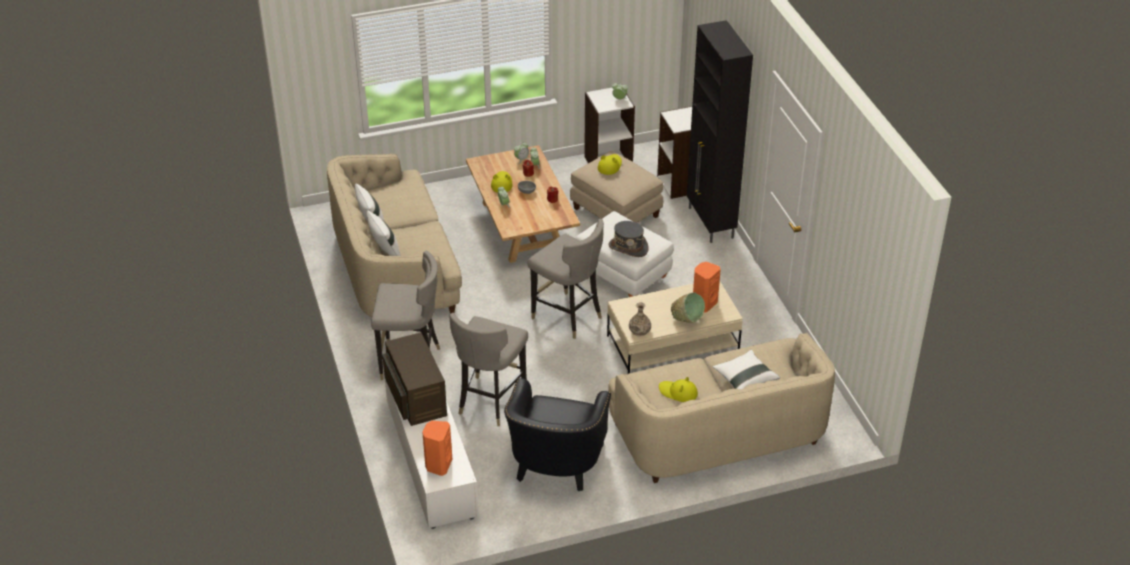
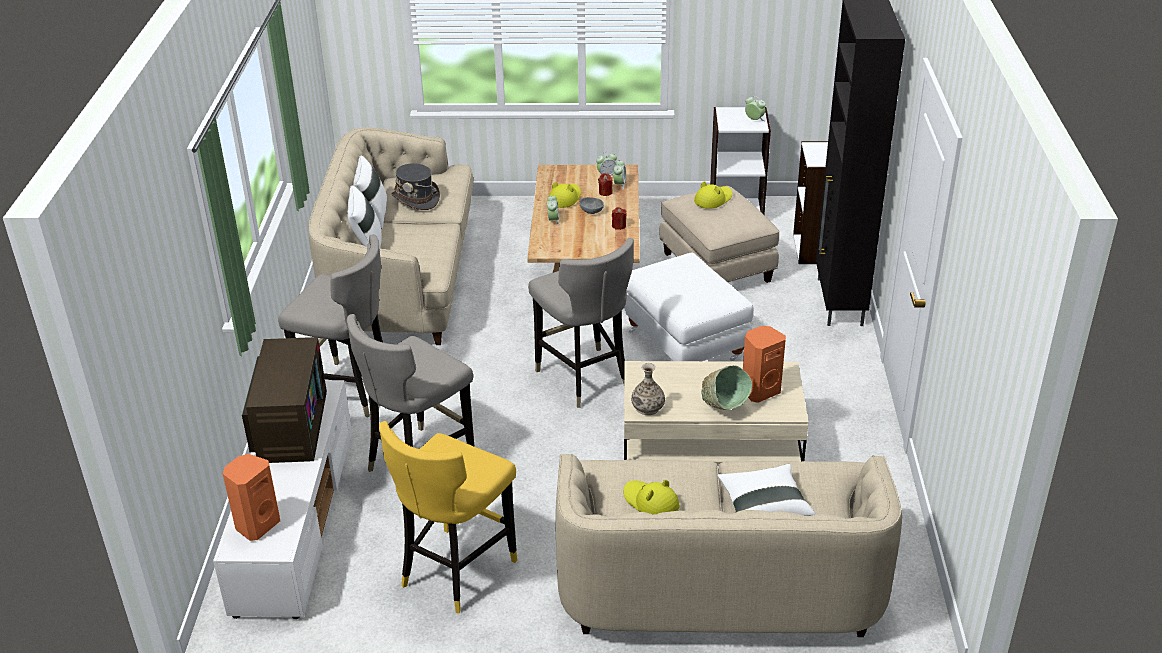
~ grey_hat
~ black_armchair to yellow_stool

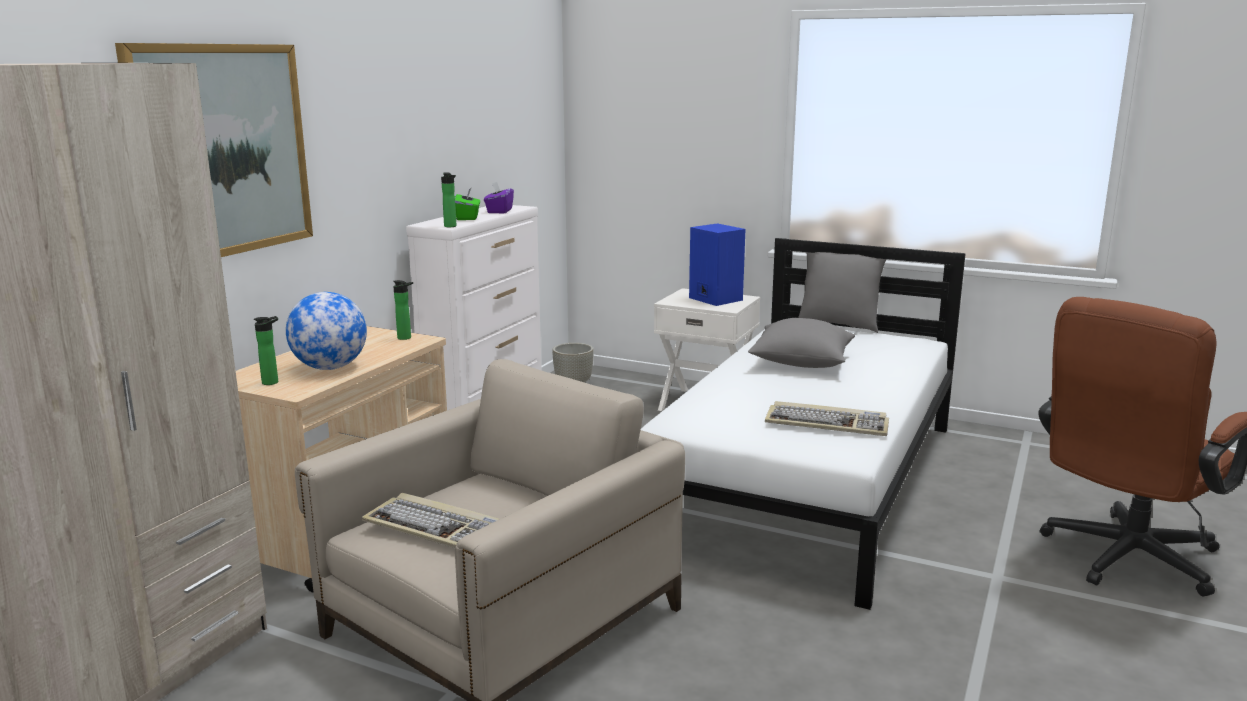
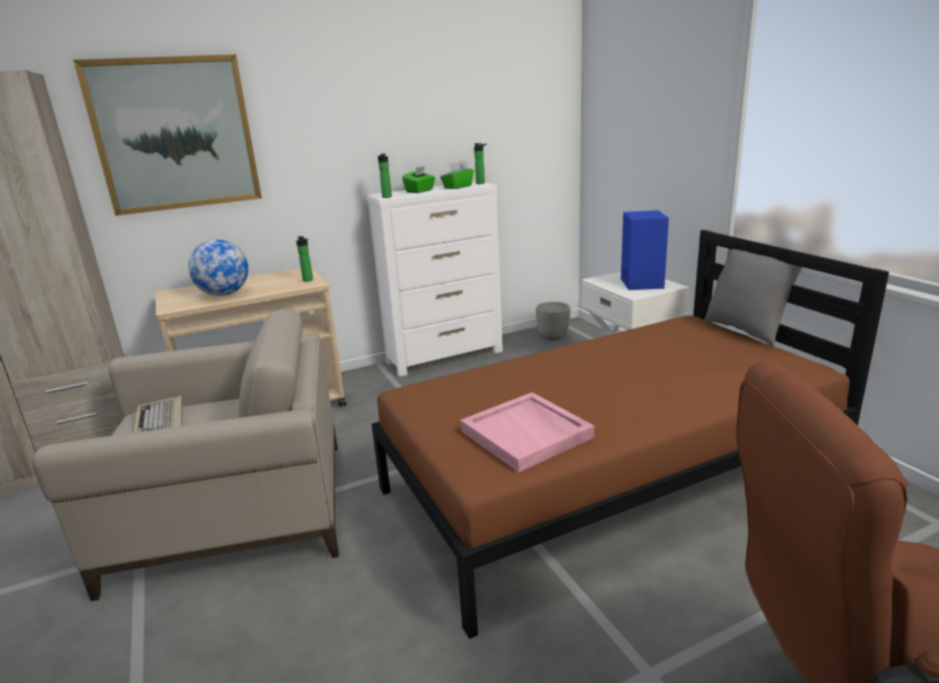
~ purple_tissue_box to green_tissue_box (no. 2 from left)
~ white_bed to brown_bed
~ bottle (no. 1 from left in the first image) to bottle (no. 3 from left)
- grey_pillow (no. 1 from left)
~ keyboard (no. 2 from left) to pink_tray

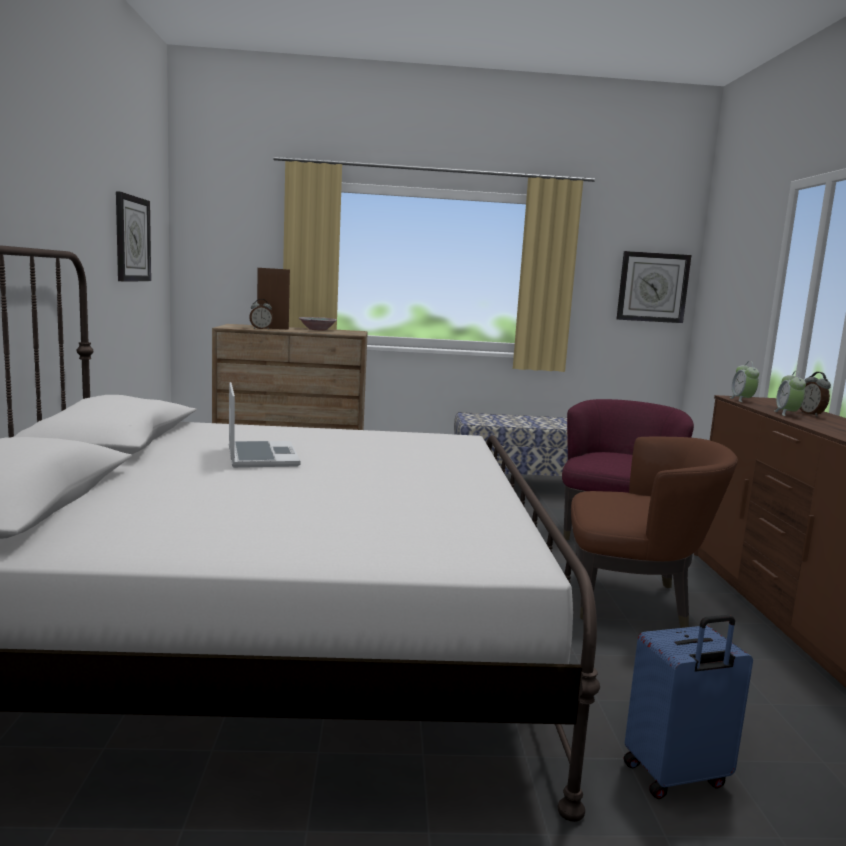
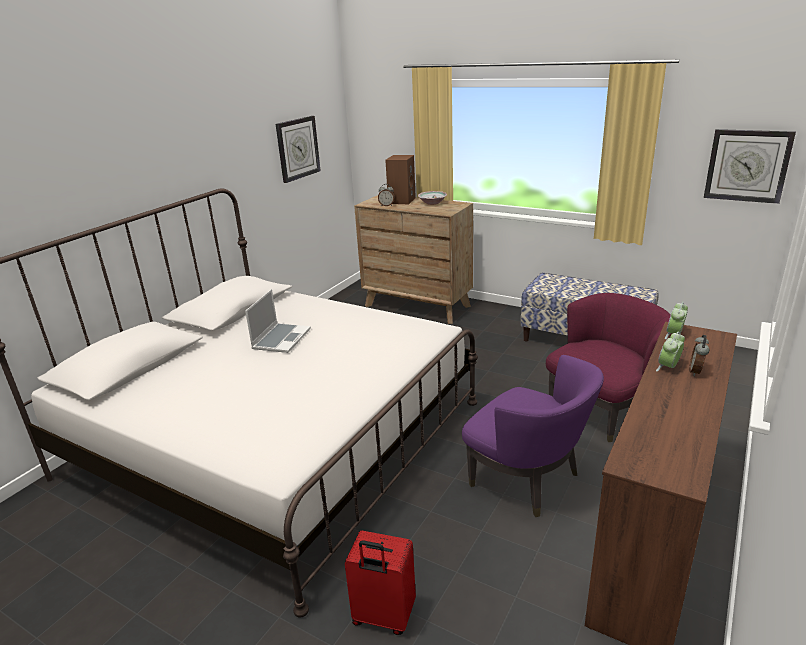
~ brown_armchair to purple_armchair (no. 1 from left)
~ blue_suitcase to red_suitcase

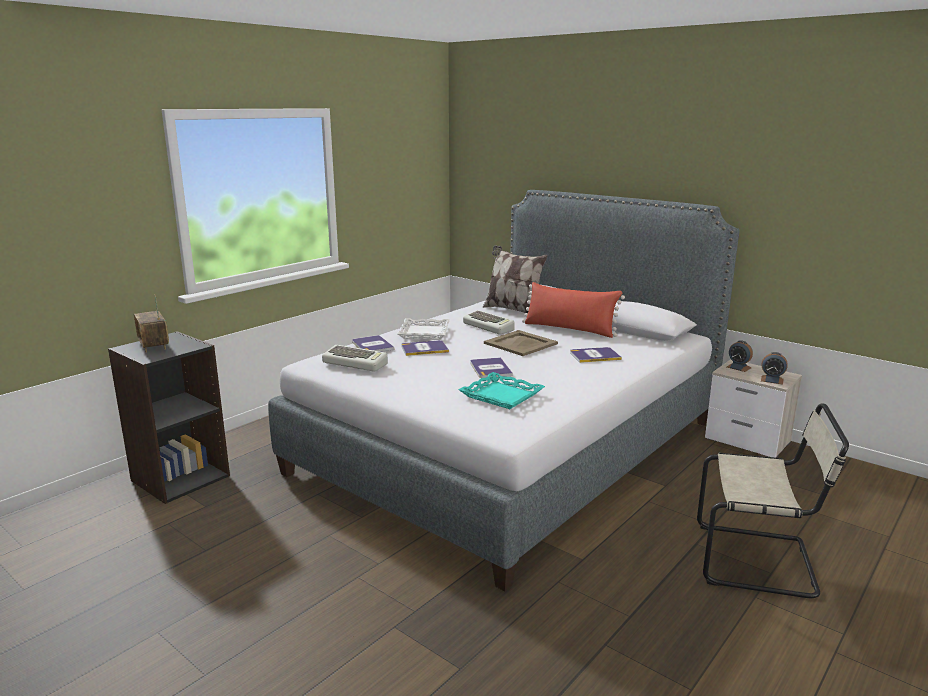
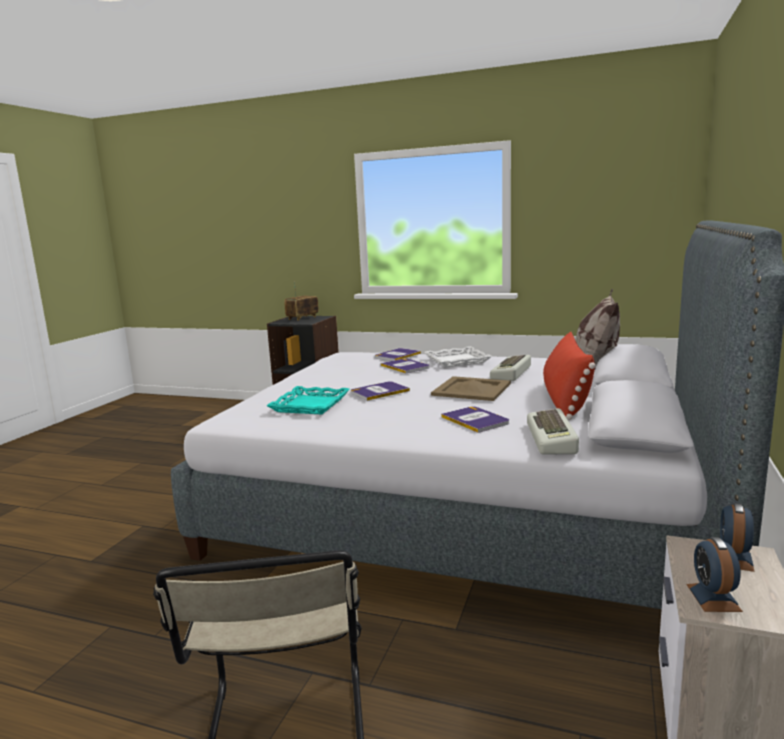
~ keyboard (no. 1 from left in the first image) to keyboard (no. 2 from left)

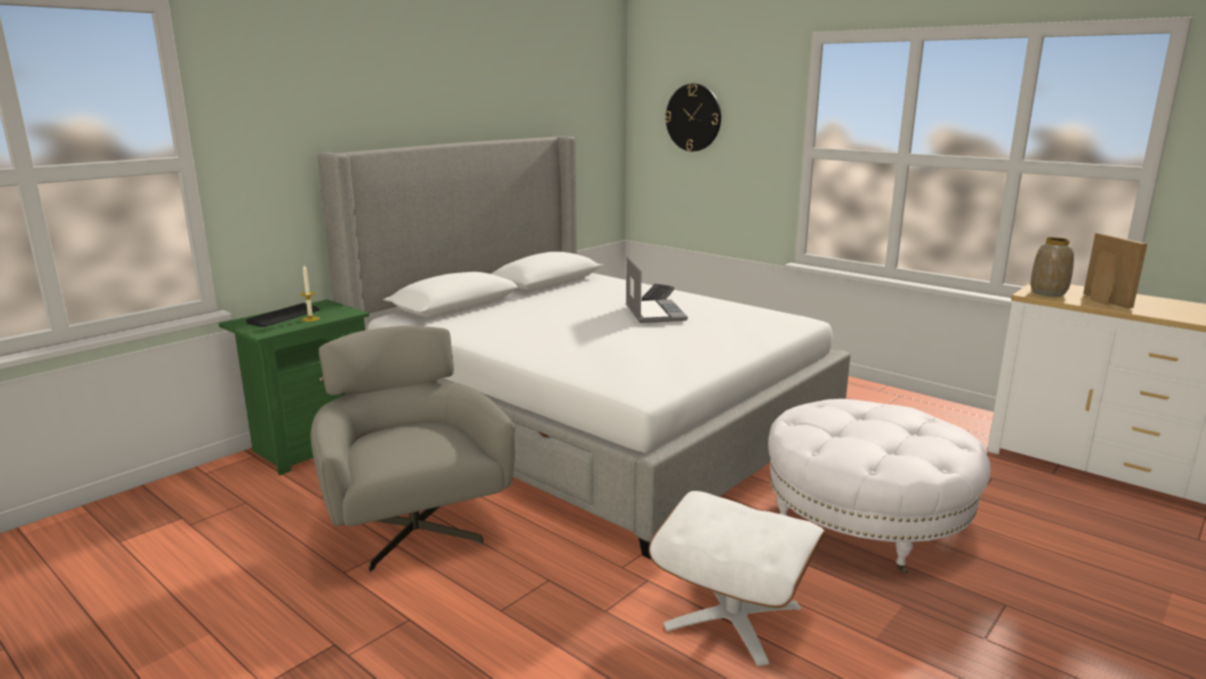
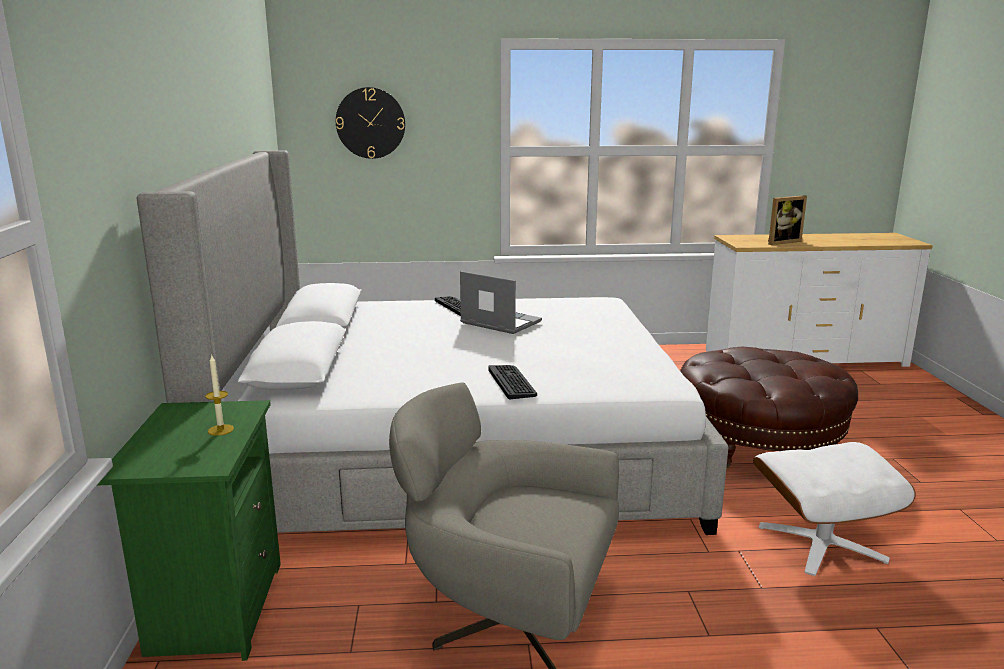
~ picture_frame 120 degrees clockwise
- vase
~ keyboard (no. 1 from left in the first image) to keyboard (no. 2 from left)
~ white_ottoman (no. 2 from left) to brown_ottoman

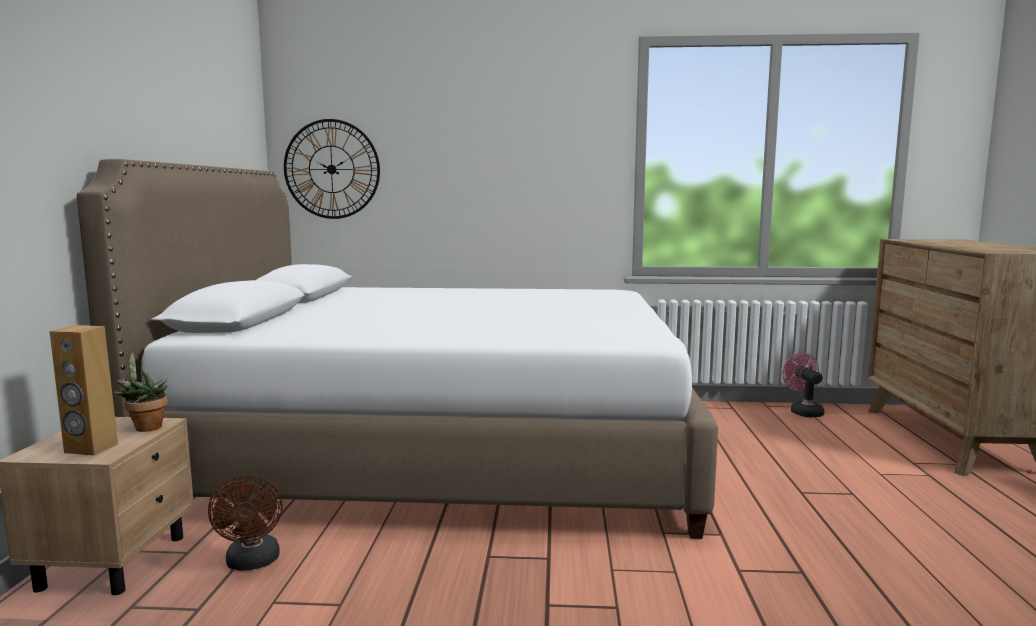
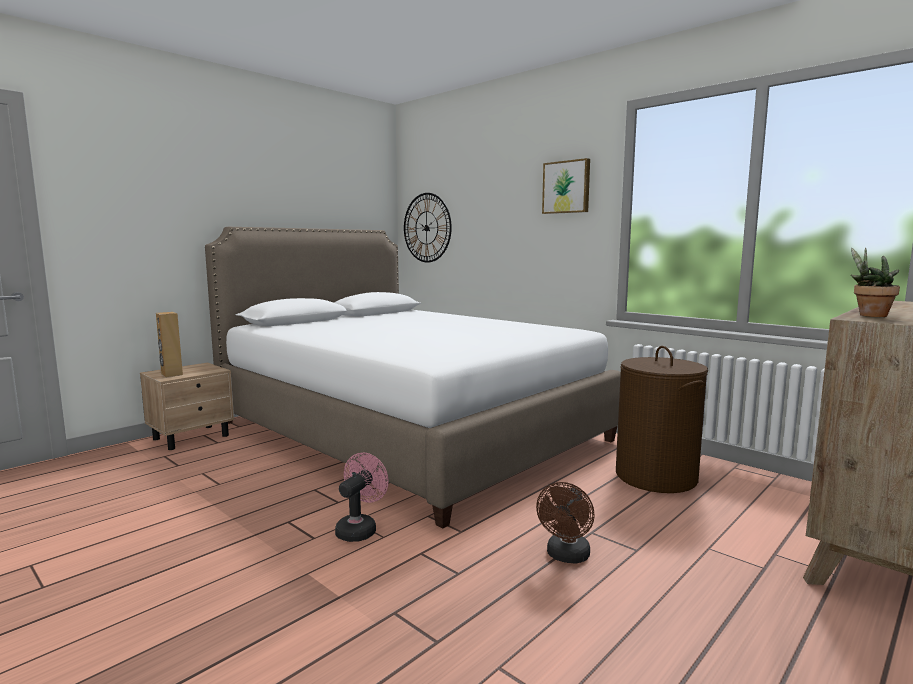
~ potted_plant
~ pink_fan
~ brown_fan
+ picture
+ brown_laundry_basket

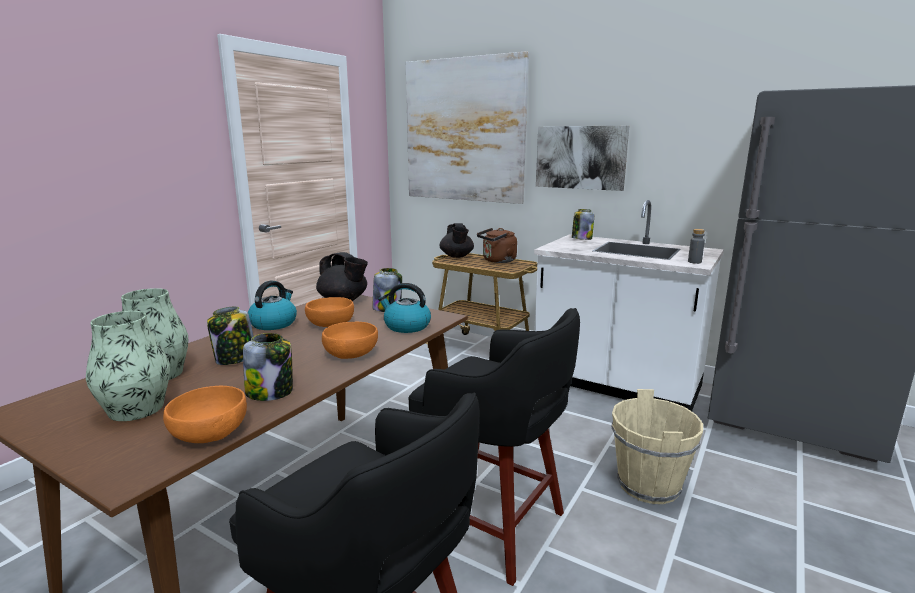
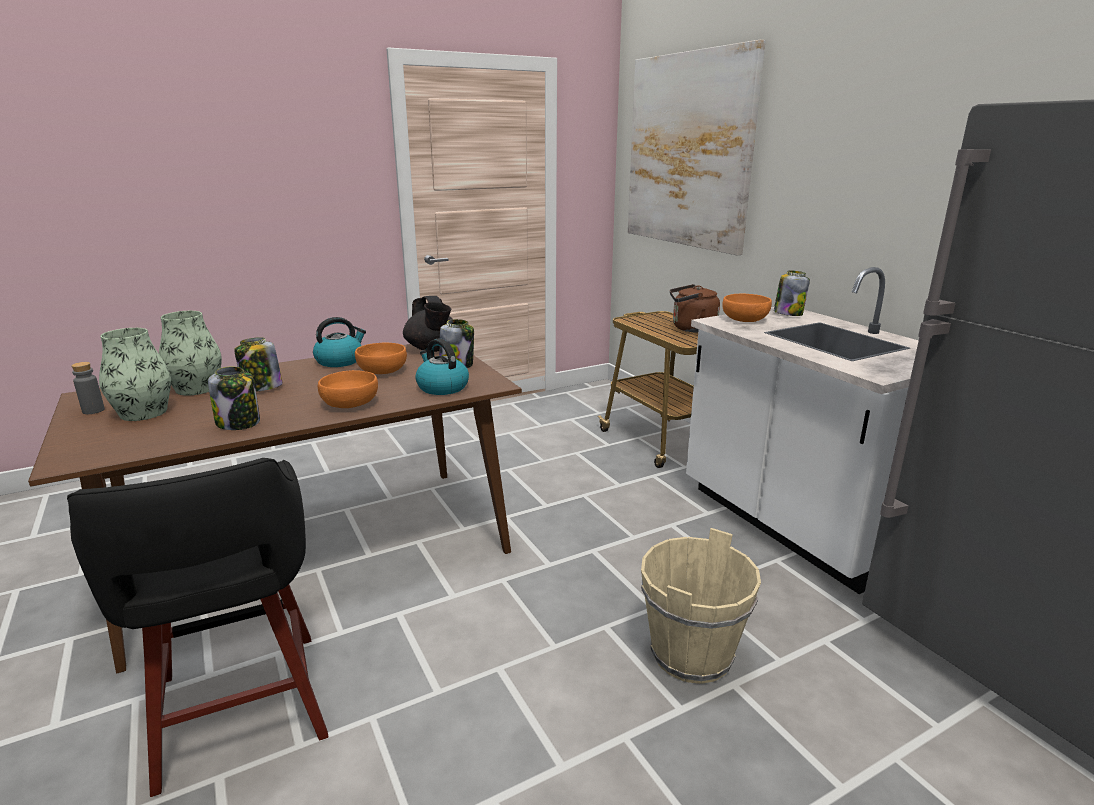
- picture (no. 2 from left)
- black_teapot (no. 2 from left)
~ grey_bottle
- black_stool (no. 2 from left)
~ orange_bowl (no. 1 from left in the first image) to orange_bowl (no. 3 from left)

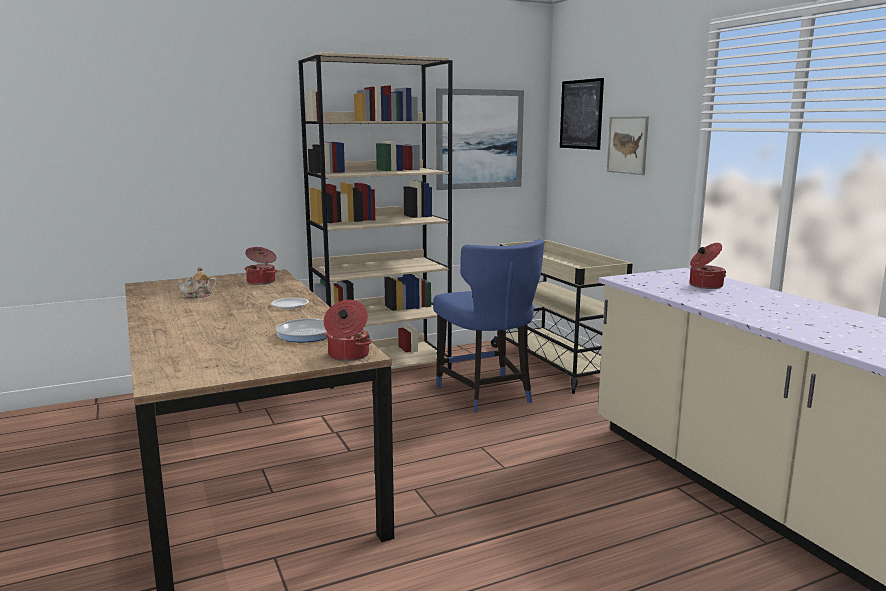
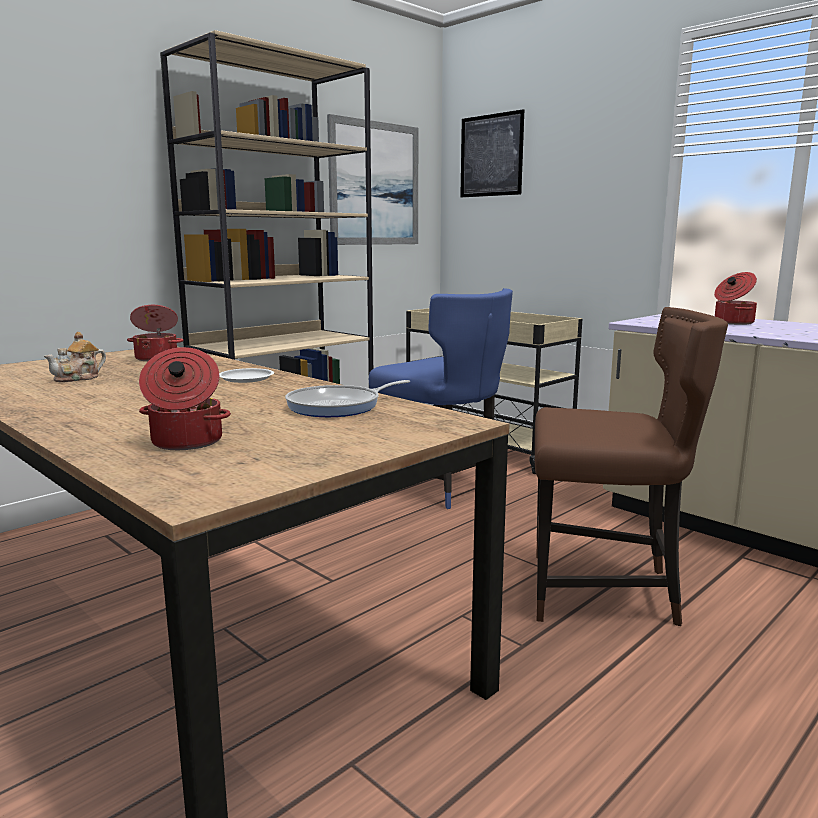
- picture (no. 3 from left)
~ cooking_pot (no. 2 from left)
+ brown_chair

